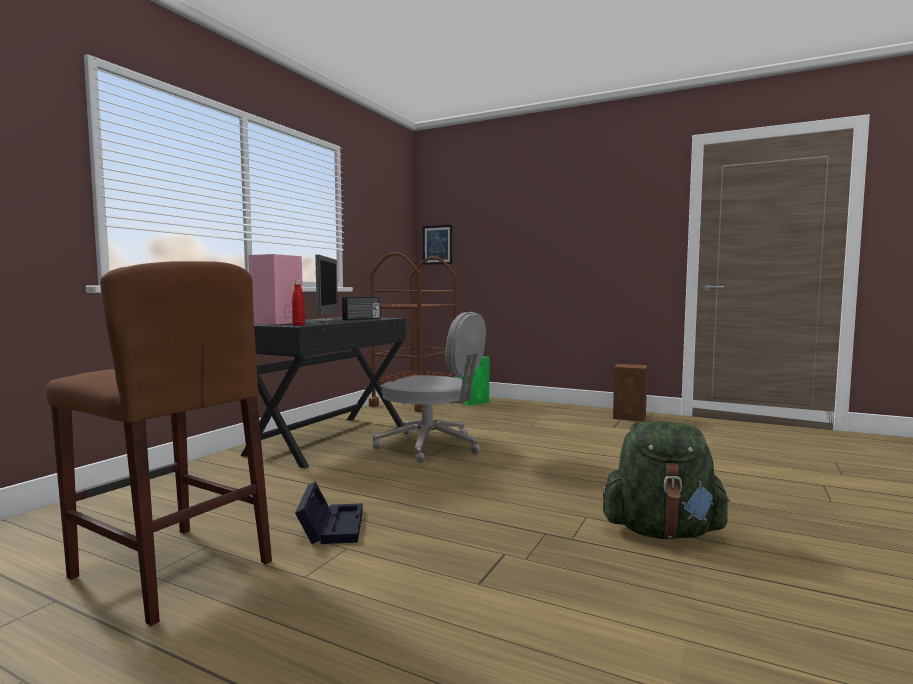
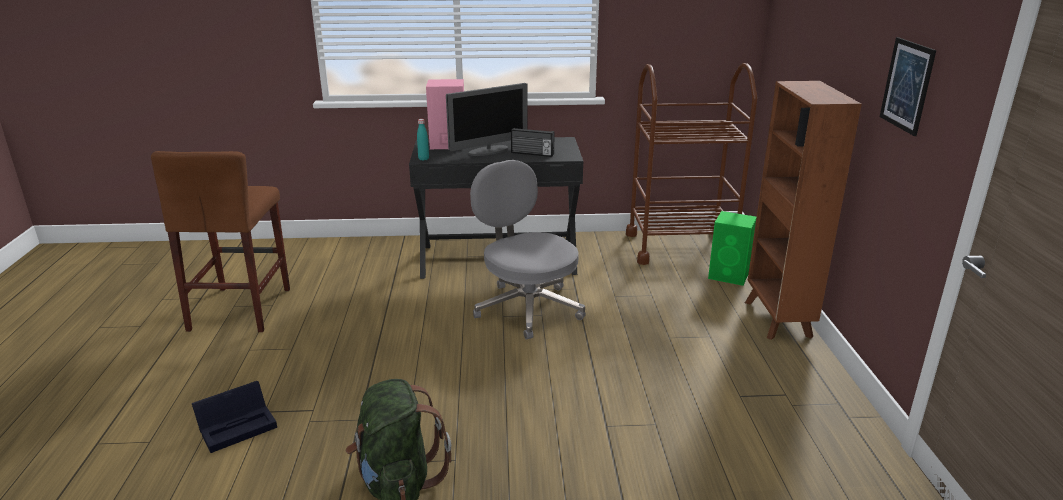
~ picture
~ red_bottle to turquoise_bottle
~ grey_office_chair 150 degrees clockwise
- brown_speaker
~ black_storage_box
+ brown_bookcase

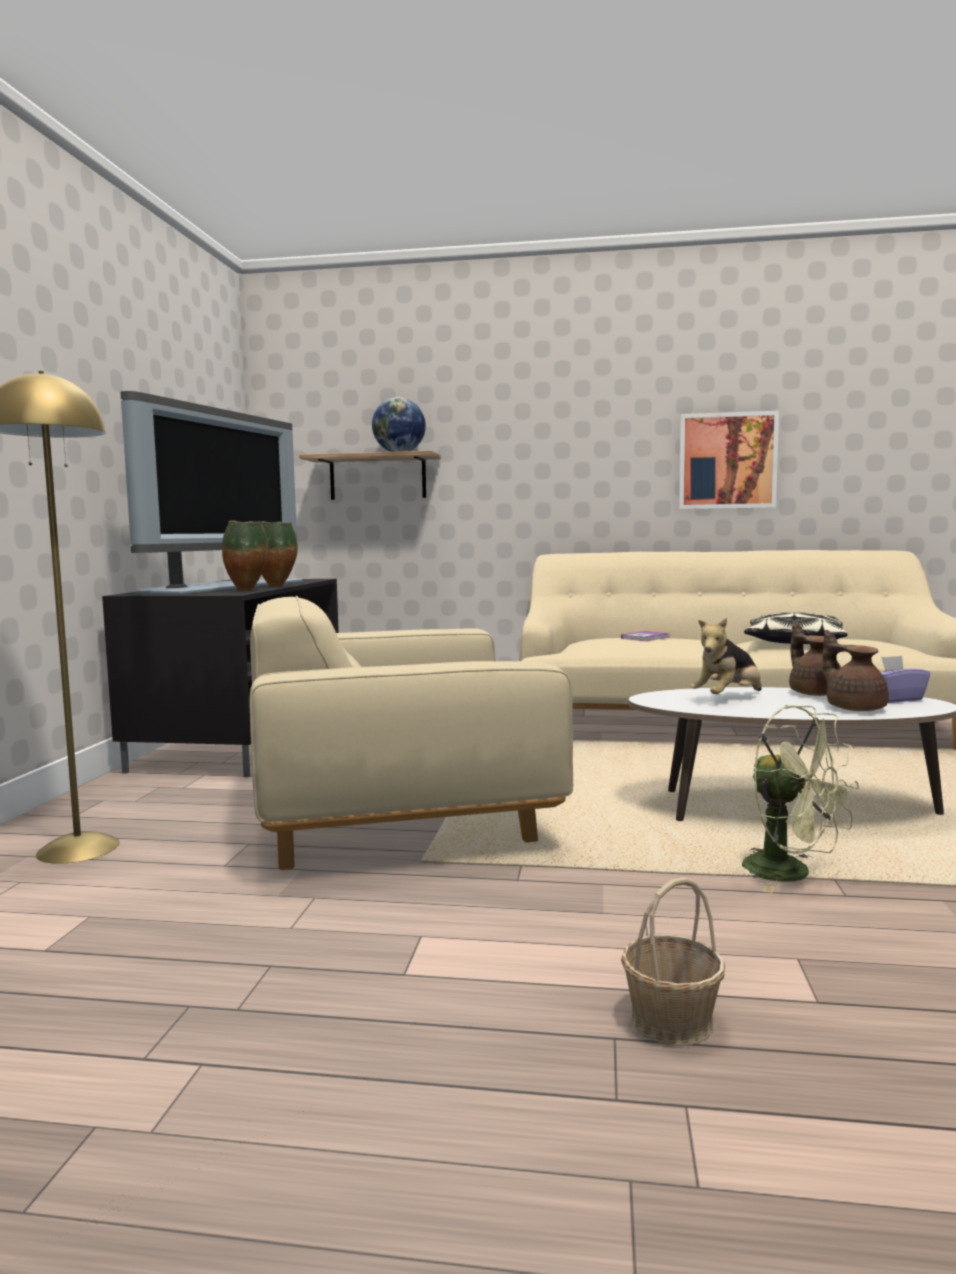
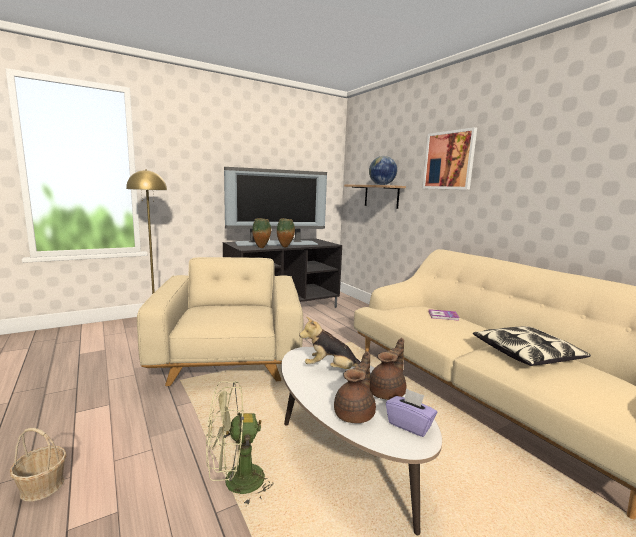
~ picture
~ beige_armchair 45 degrees clockwise
~ green_fan 60 degrees clockwise

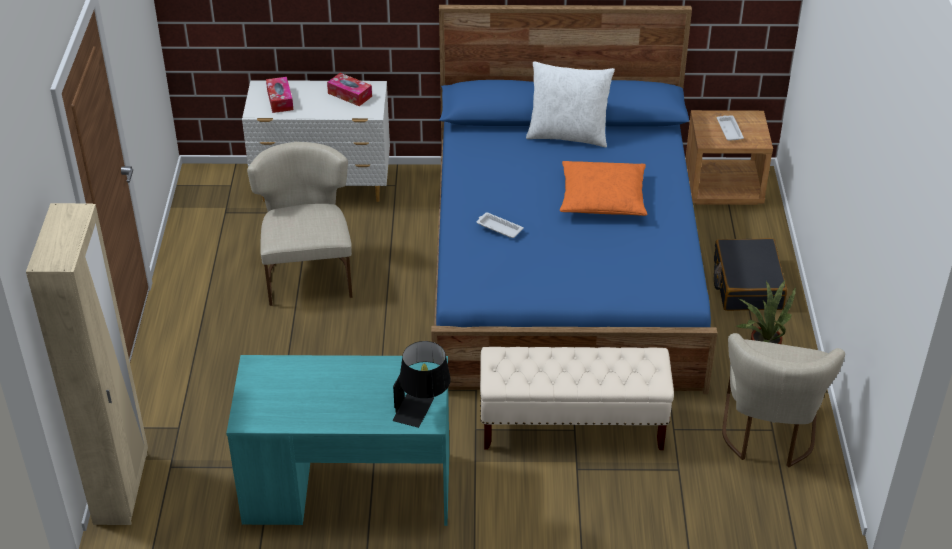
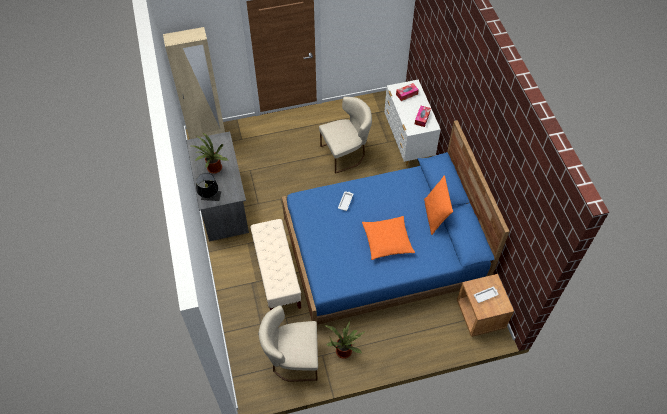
~ white_pillow to orange_pillow (no. 2 from left)
- black_suitcase
~ turquoise_desk to grey_desk
+ potted_plant (no. 1 from left)

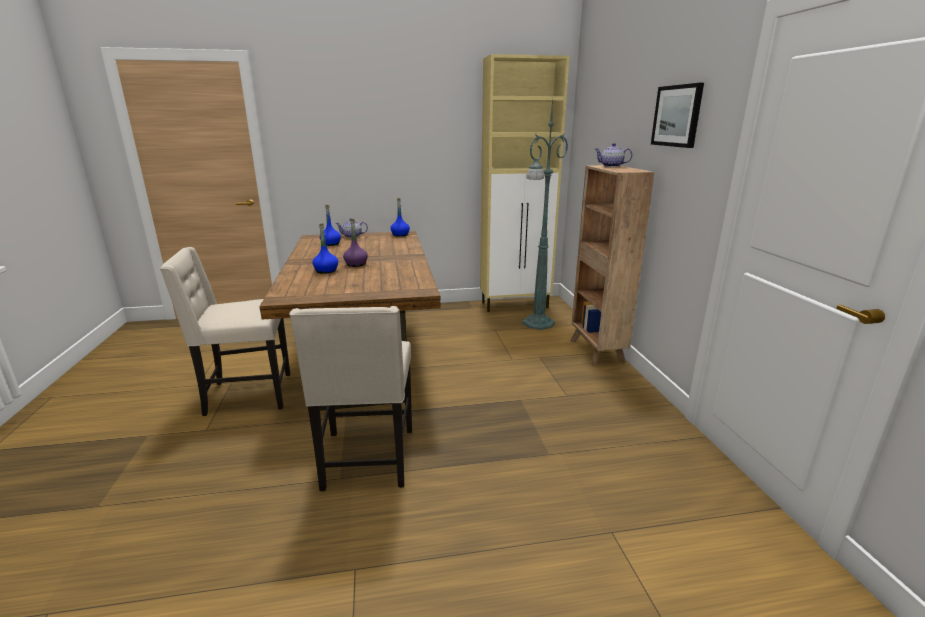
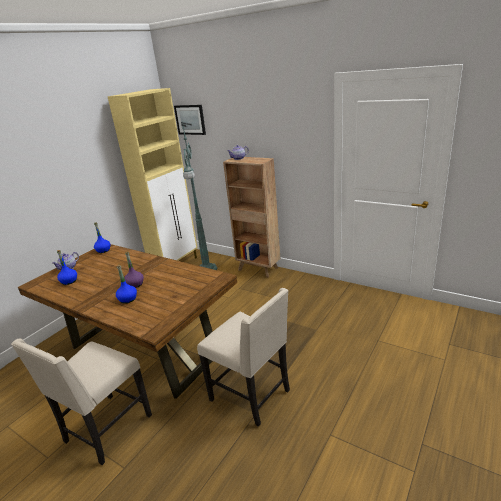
~ picture

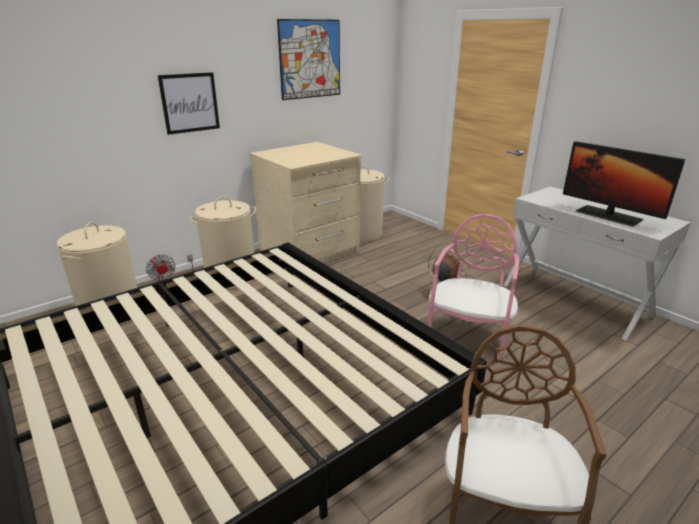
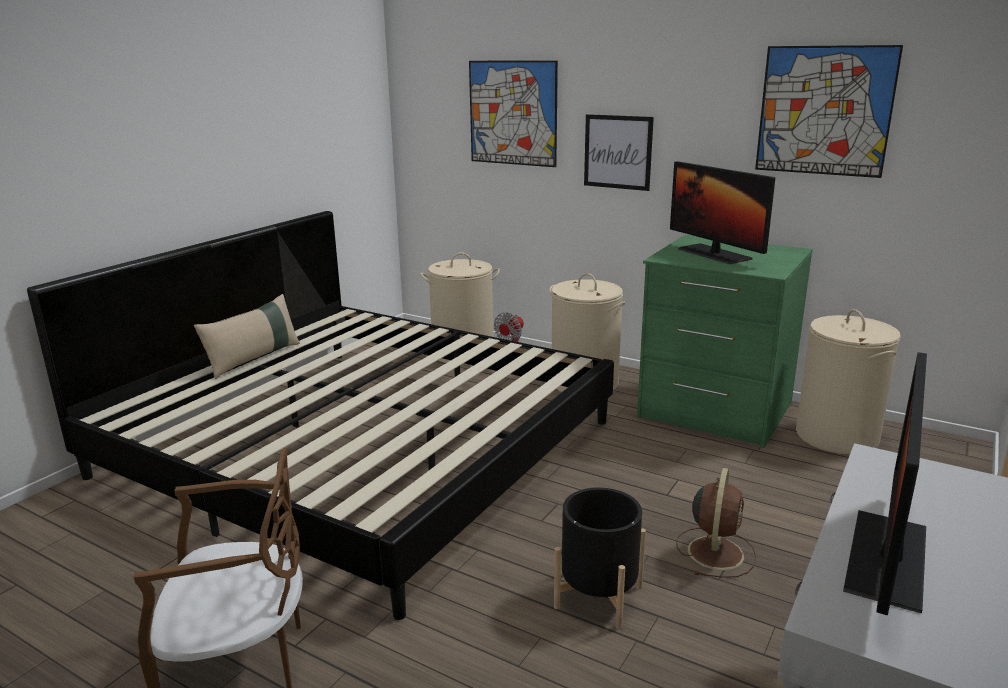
~ beige_dresser to green_dresser
~ pink_chair to black_planter
+ picture (no. 1 from left)
+ monitor (no. 1 from left)
+ beige_pillow

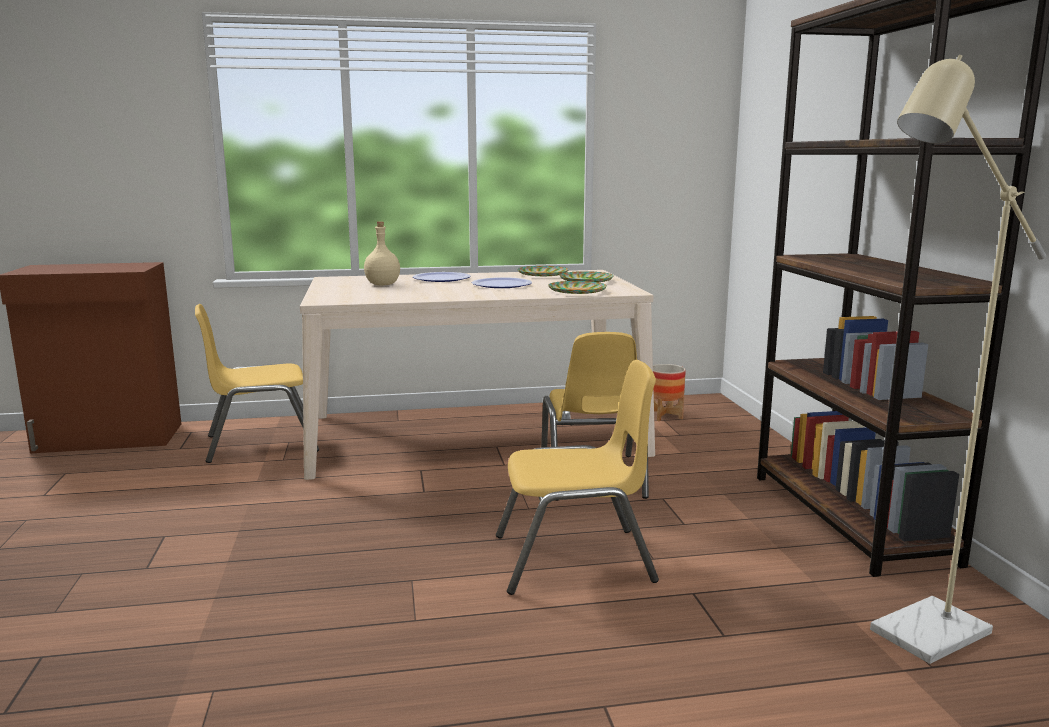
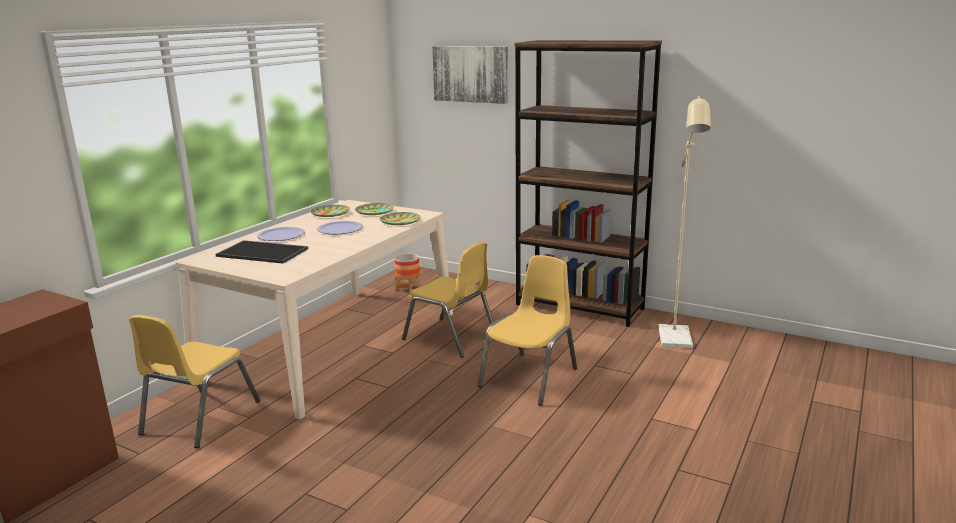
~ beige_bottle to tray
+ picture

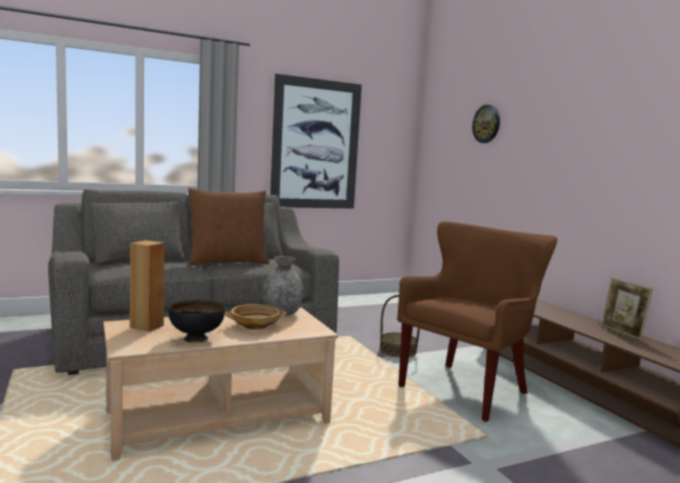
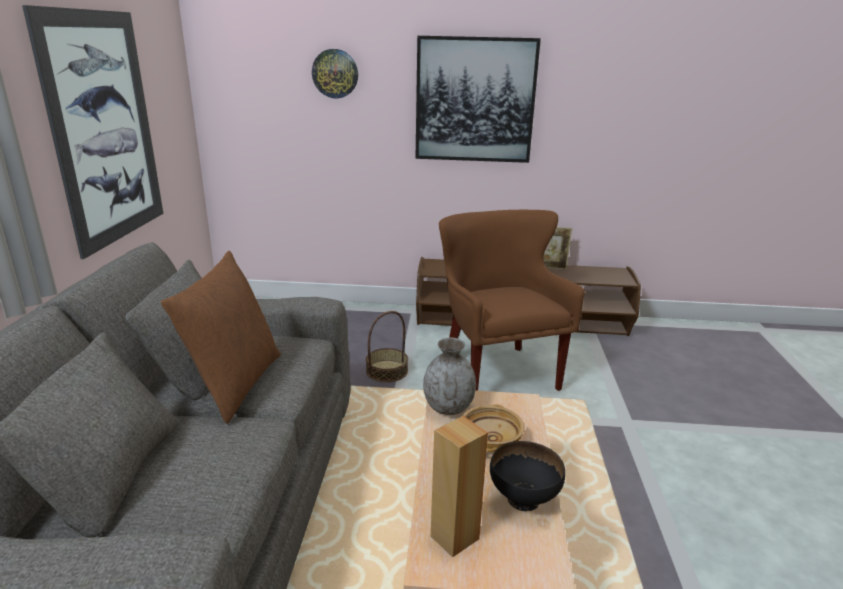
+ picture (no. 2 from left)

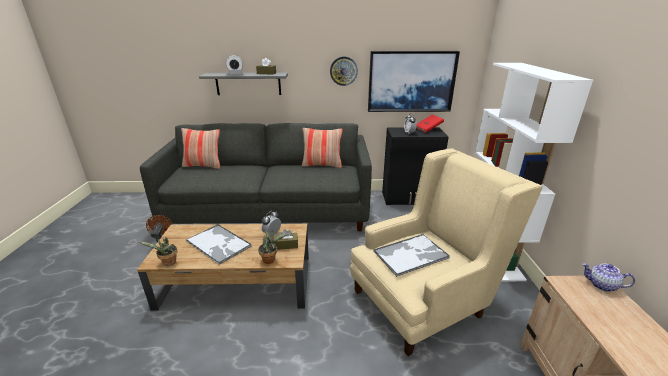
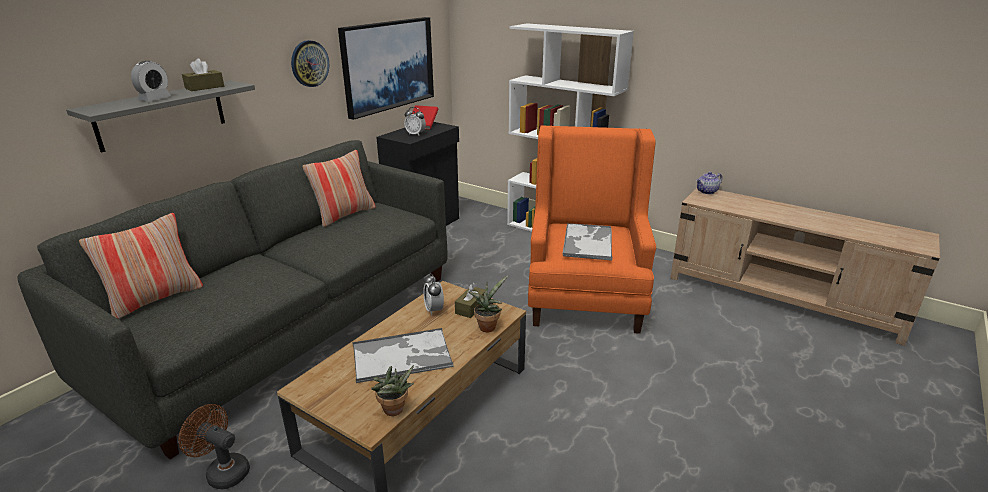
~ beige_armchair to orange_armchair

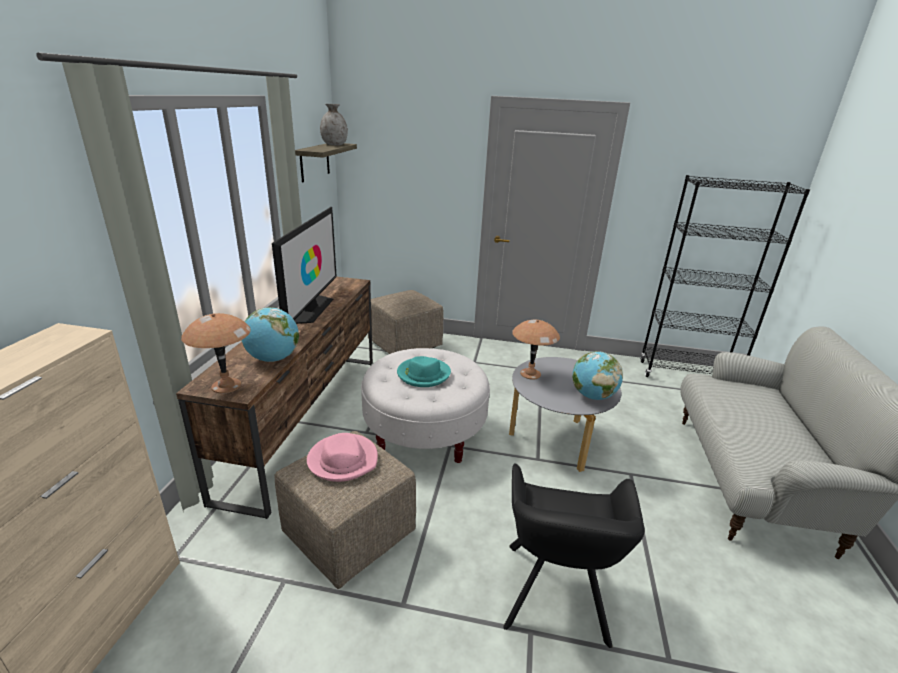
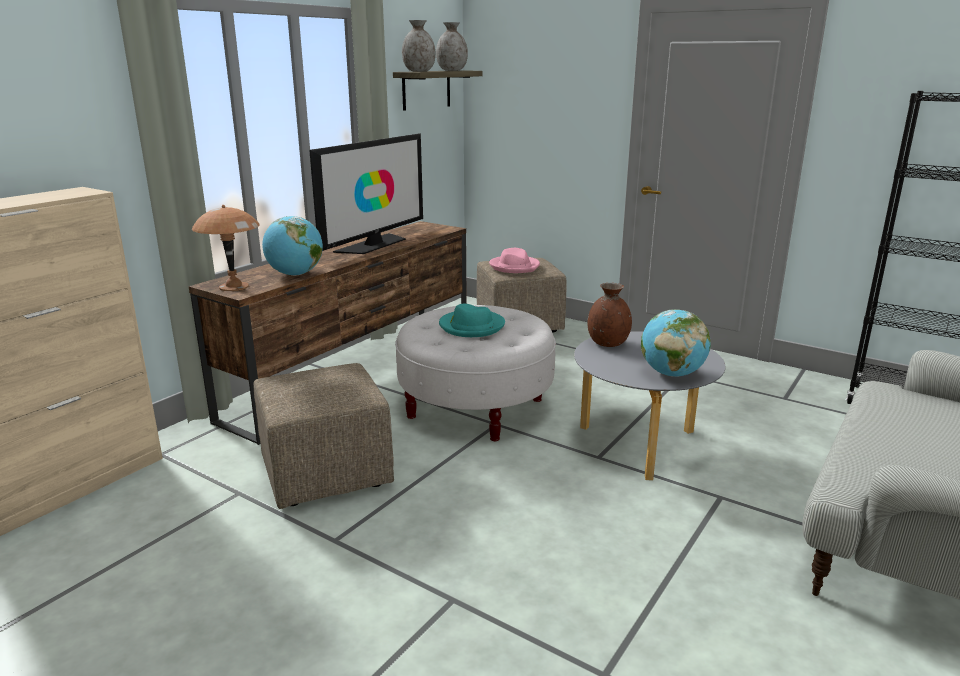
~ brown_table_lamp (no. 2 from left) to brown_vase
~ pink_hat
- black_armchair
+ grey_vase (no. 1 from left)

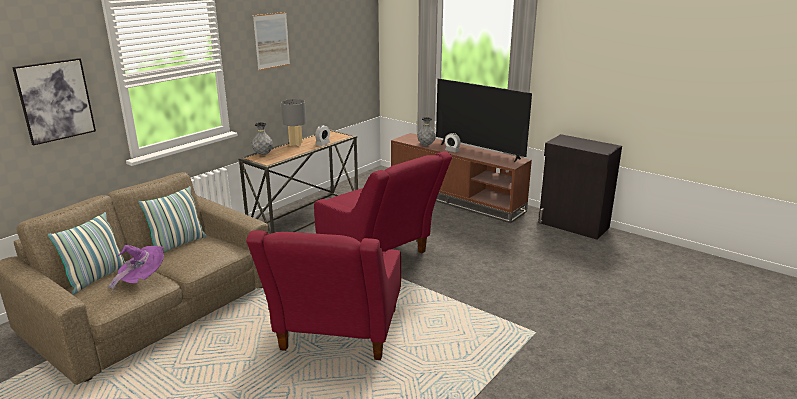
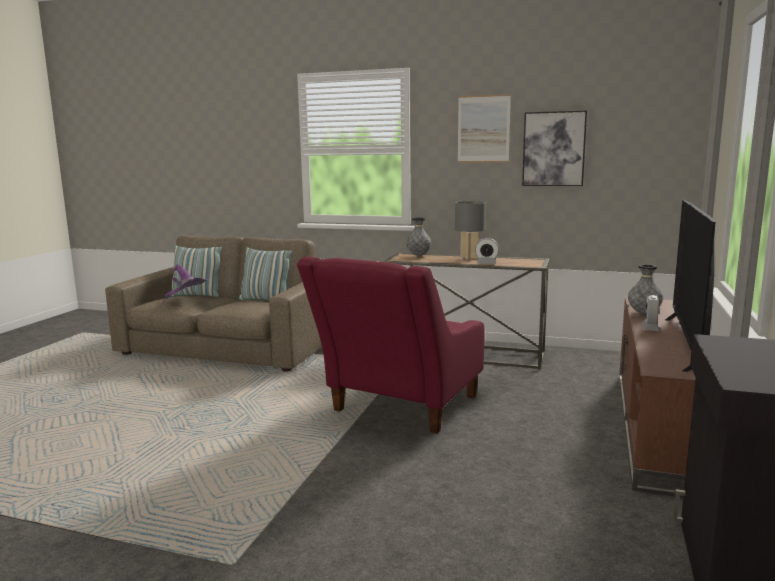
~ picture (no. 1 from left in the first image) to picture (no. 2 from left)
- red_armchair (no. 1 from left)

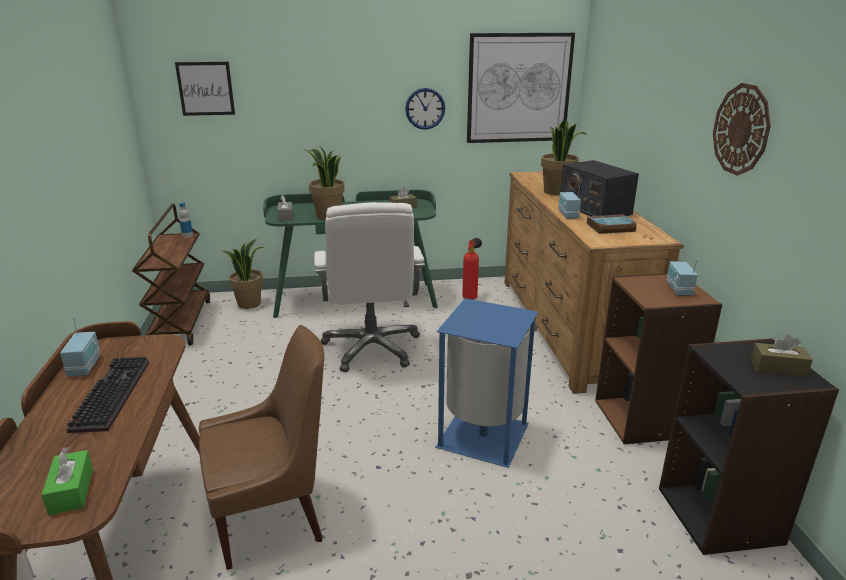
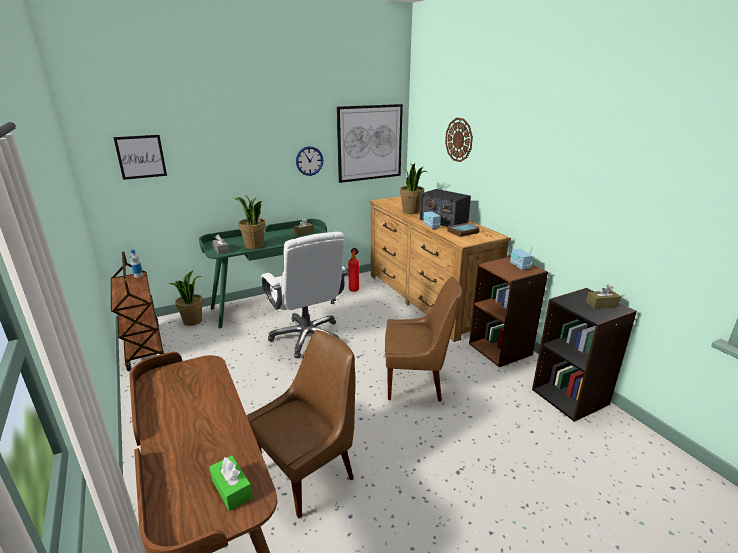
~ wall_clock (no. 2 from left)
~ blue_trash_can to brown_chair (no. 2 from left)
- radio (no. 1 from left)
- keyboard

